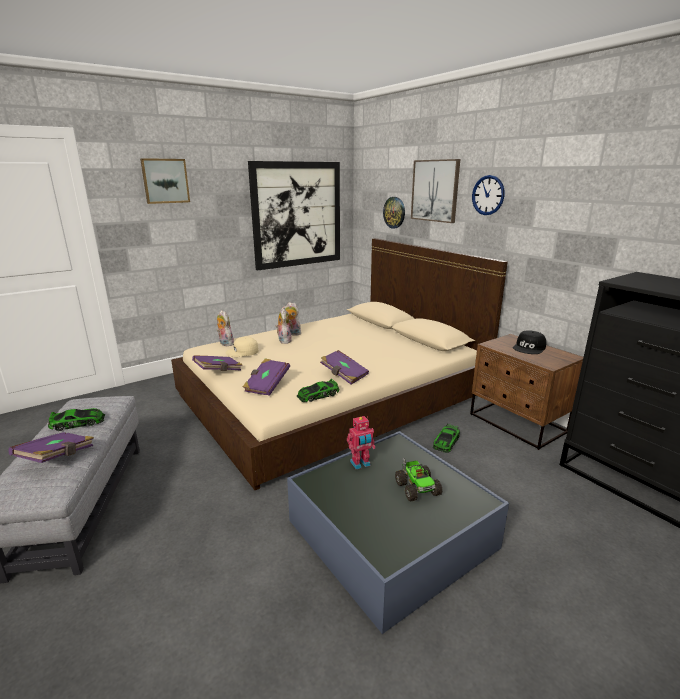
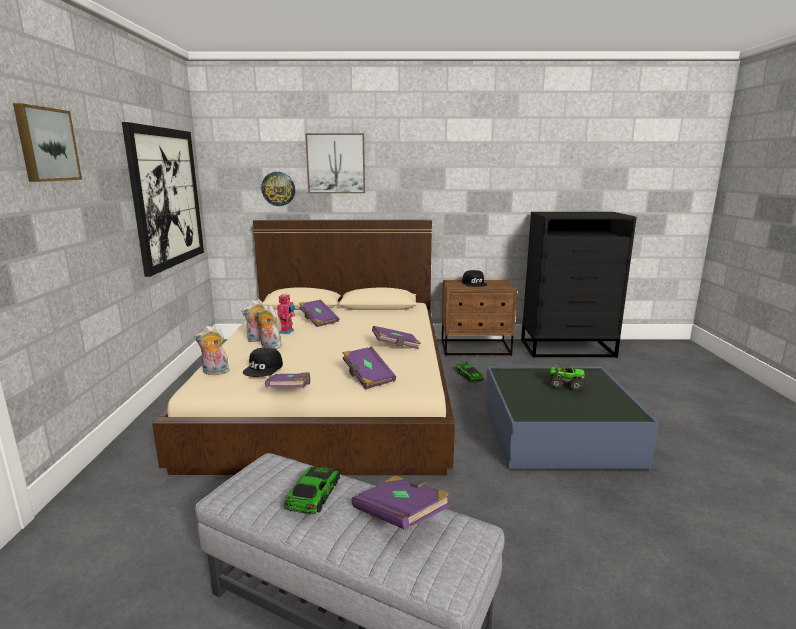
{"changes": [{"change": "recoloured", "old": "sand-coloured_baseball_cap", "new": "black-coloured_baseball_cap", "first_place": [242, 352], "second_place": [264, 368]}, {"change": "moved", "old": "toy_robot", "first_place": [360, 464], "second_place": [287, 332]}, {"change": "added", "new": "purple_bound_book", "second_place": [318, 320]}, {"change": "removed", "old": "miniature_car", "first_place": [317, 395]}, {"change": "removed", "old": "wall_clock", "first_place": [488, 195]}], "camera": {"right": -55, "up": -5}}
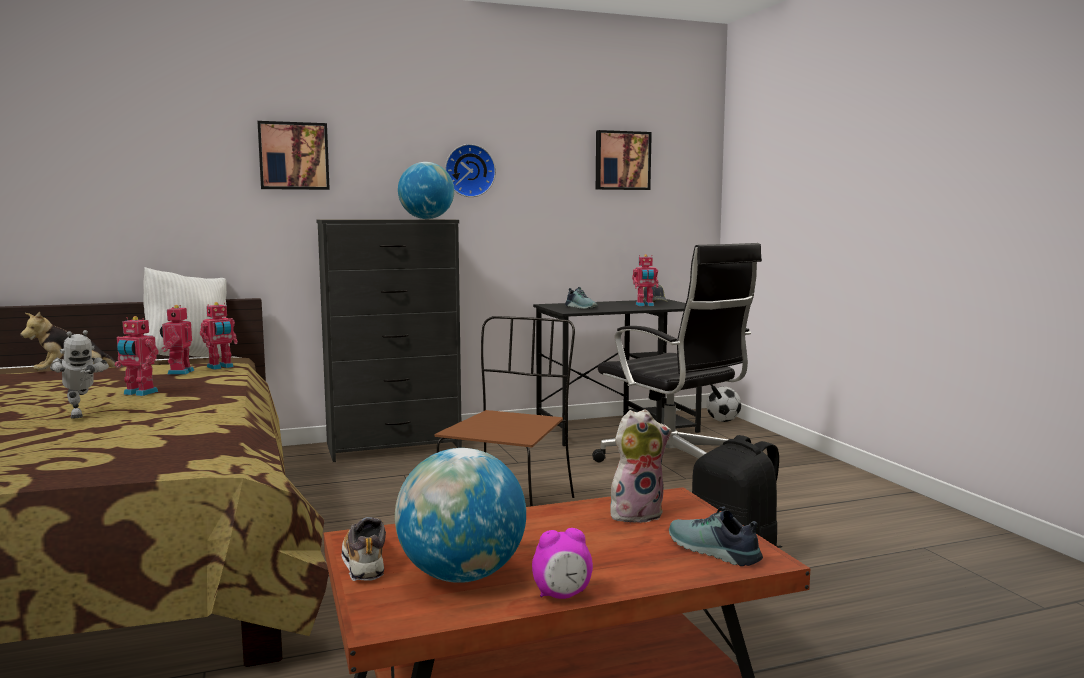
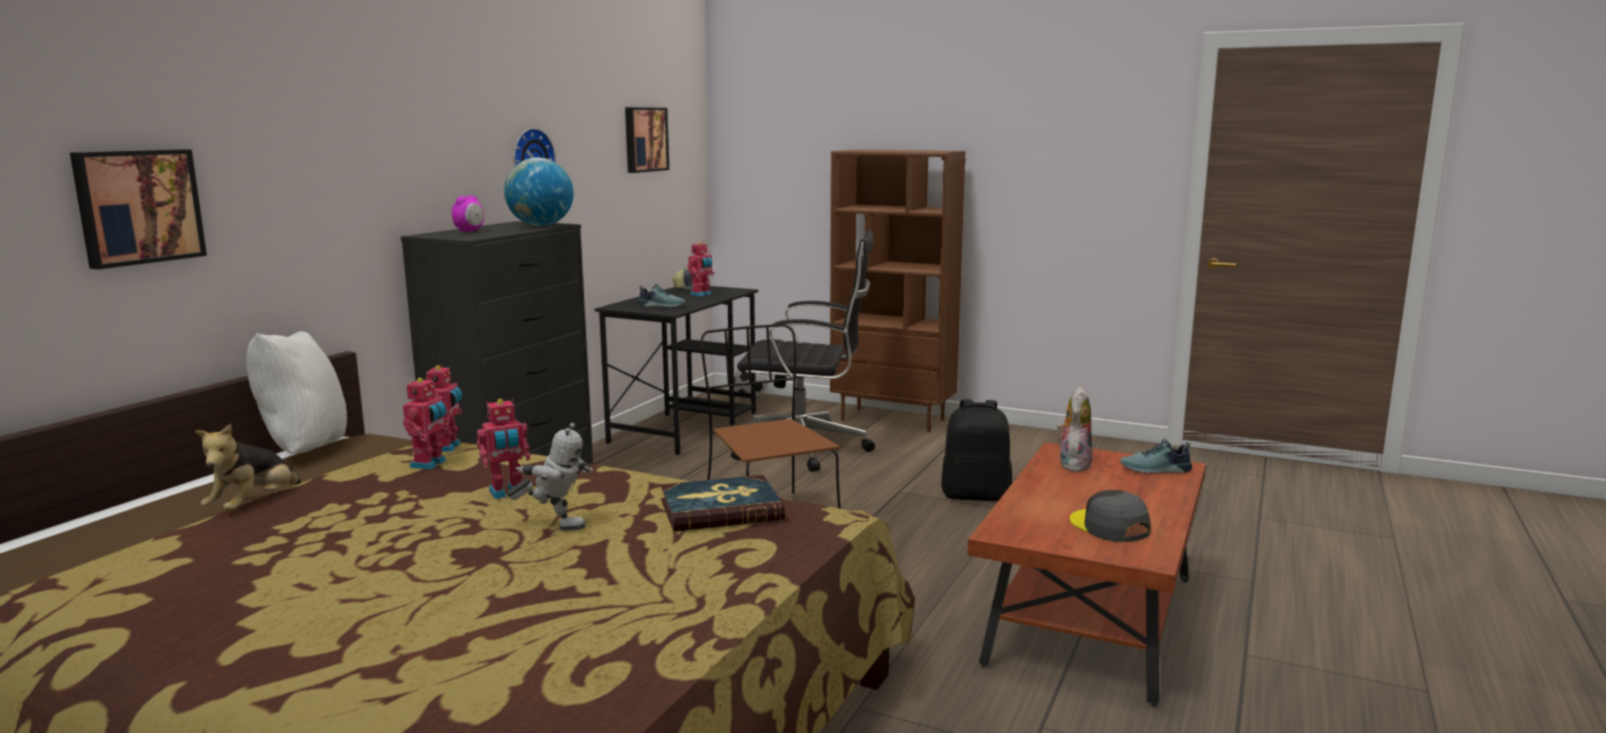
{"changes": [{"change": "moved", "old": "wall_art", "first_place": [293, 156], "second_place": [137, 206]}, {"change": "turned", "old": "toy_robot", "first_place": [179, 372], "second_place": [430, 464], "degrees": -120}, {"change": "moved", "old": "table_clock", "first_place": [562, 595], "second_place": [469, 231]}, {"change": "added", "new": "bound_book", "second_place": [721, 509]}, {"change": "added", "new": "brownish_bookshelf", "second_place": [894, 420]}, {"change": "replaced", "old": "globe", "new": "grey_baseball_cap", "first_place": [462, 576], "second_place": [1109, 526]}, {"change": "removed", "old": "item_of_footwear", "first_place": [365, 562]}], "camera": {"right": -45, "up": 5}}
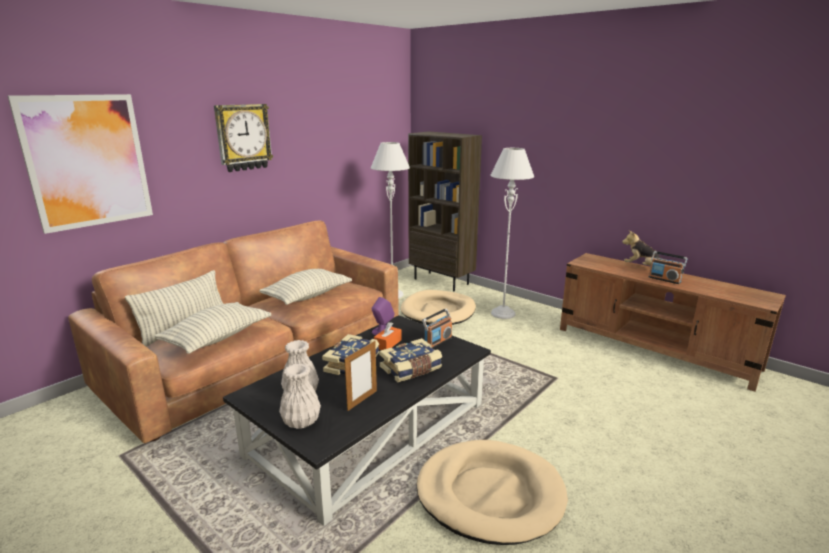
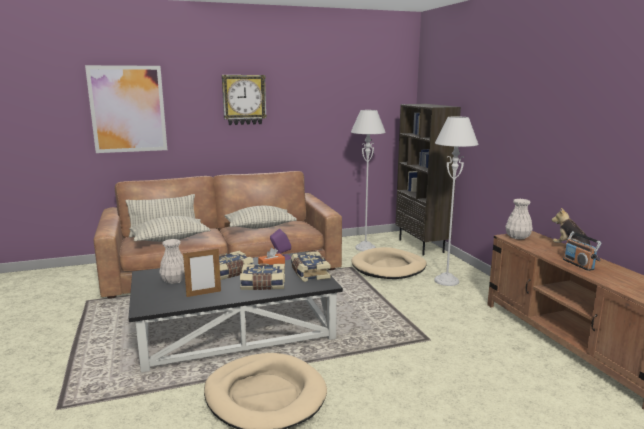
{"changes": [{"change": "replaced", "old": "radio", "new": "bound_book", "first_place": [437, 342], "second_place": [309, 273]}, {"change": "moved", "old": "whitish_flower_vase", "first_place": [300, 421], "second_place": [517, 237]}], "camera": {"right": 30, "up": -5}}
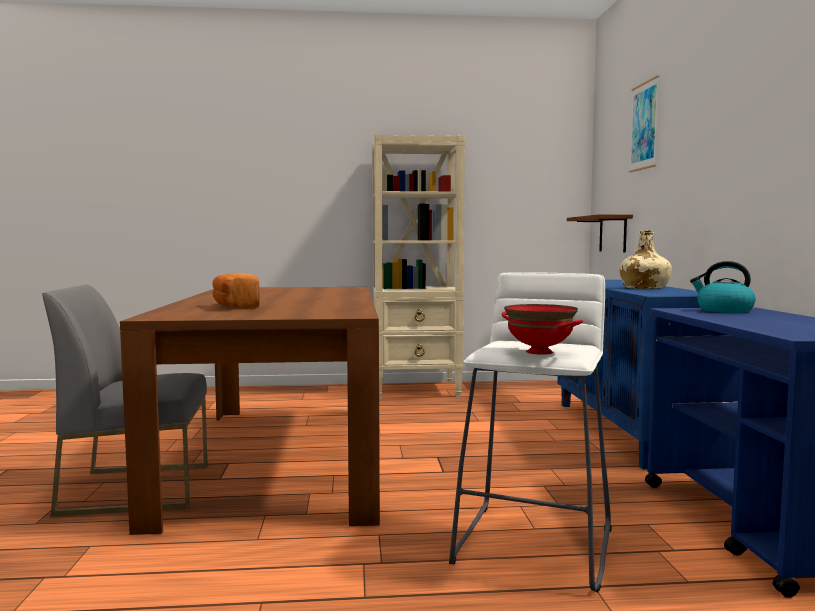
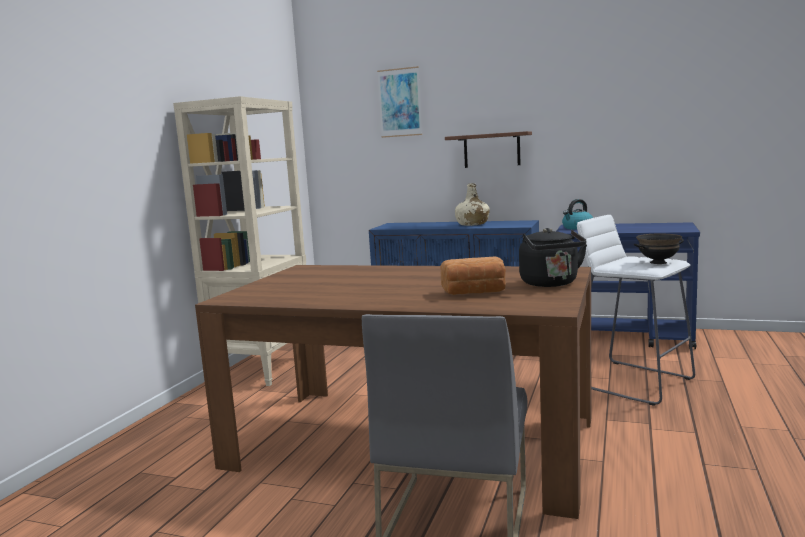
{"changes": [{"change": "moved", "old": "brownish_bracket_shelf", "first_place": [613, 234], "second_place": [491, 150]}, {"change": "added", "new": "black-coloured_tea_kettle", "second_place": [551, 284]}, {"change": "recoloured", "old": "red-coloured_deep_dish", "new": "black-coloured_deep_dish", "first_place": [540, 352], "second_place": [658, 262]}], "camera": {"right": -65, "up": 5}}
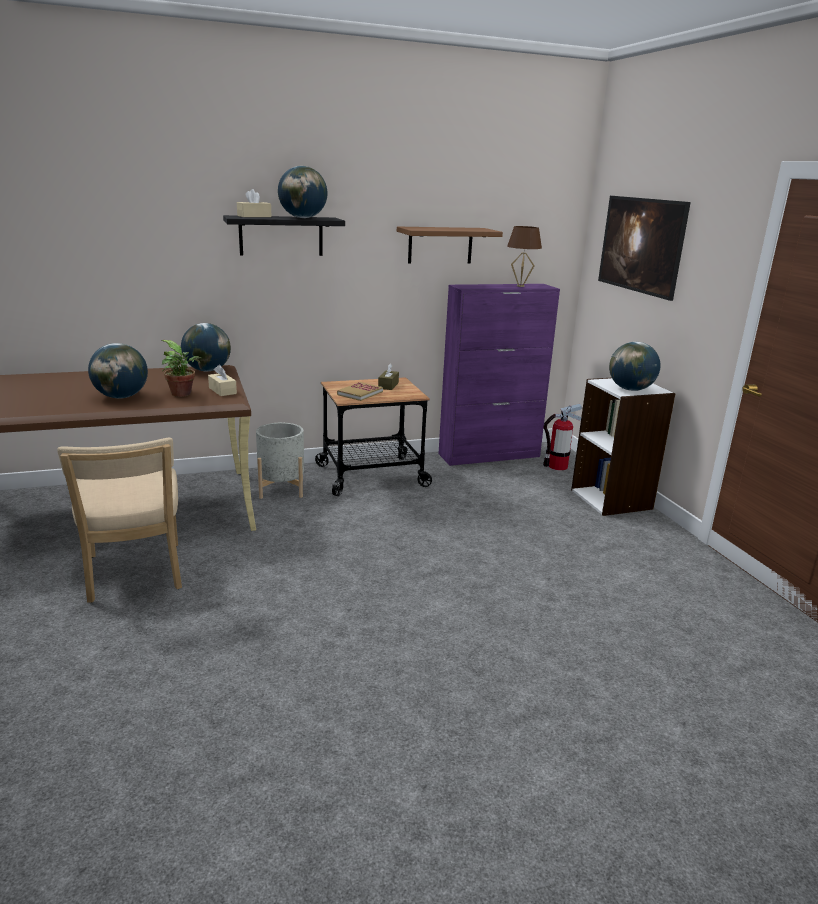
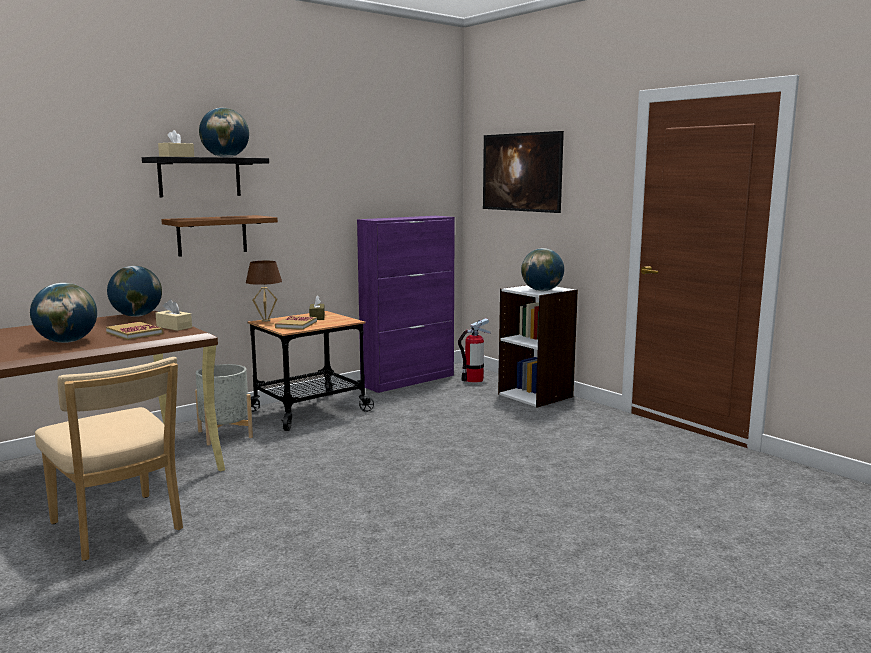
{"changes": [{"change": "replaced", "old": "houseplant", "new": "bound_book", "first_place": [183, 394], "second_place": [135, 333]}, {"change": "moved", "old": "brownish_bracket_shelf", "first_place": [440, 245], "second_place": [212, 235]}, {"change": "moved", "old": "brownish_tabletop_lamp", "first_place": [520, 286], "second_place": [265, 320]}], "camera": {"right": -20, "up": -10}}
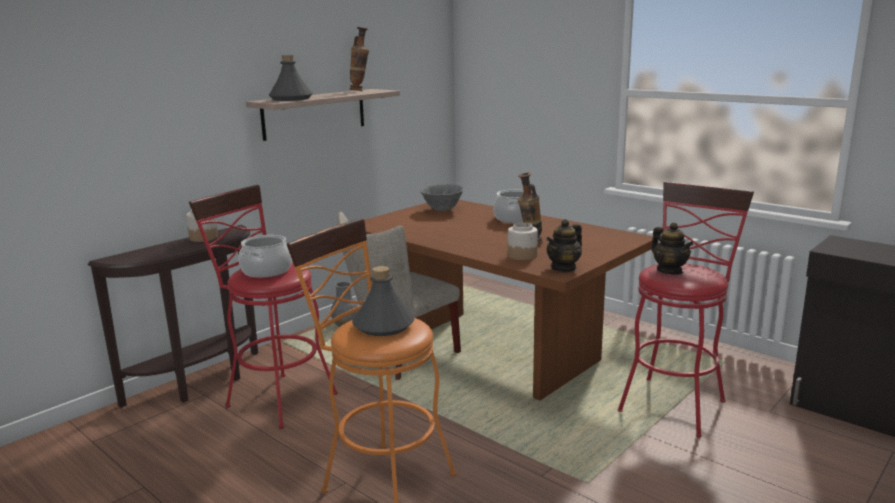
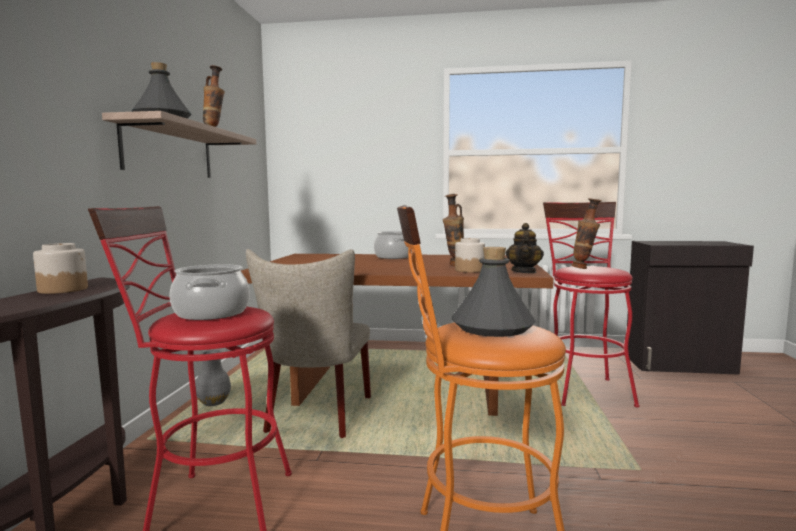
{"changes": [{"change": "replaced", "old": "pot_for_tea", "new": "flower_vase", "first_place": [669, 271], "second_place": [584, 268]}, {"change": "removed", "old": "grey_deep_dish", "first_place": [442, 210]}], "camera": {"right": -35, "up": -10}}
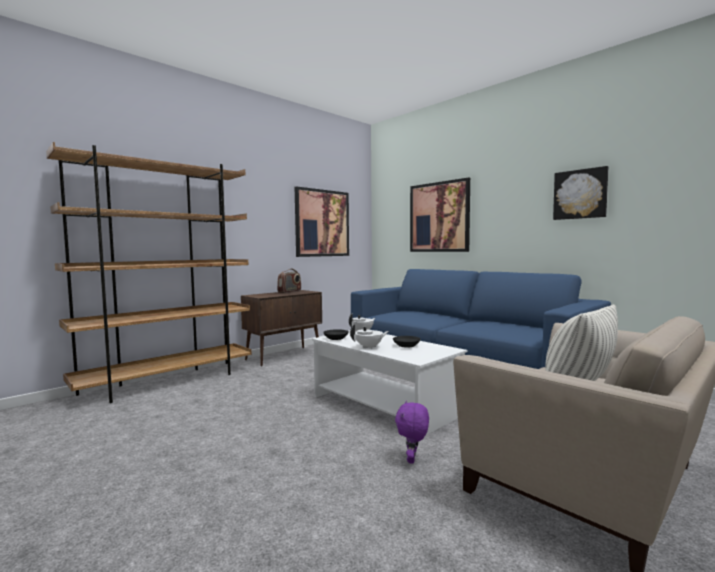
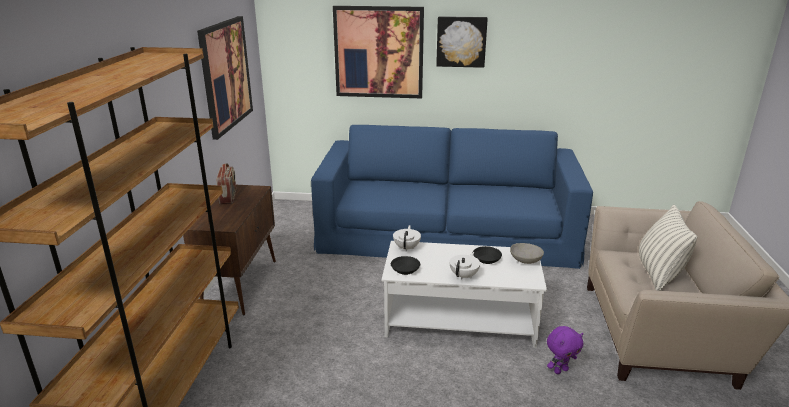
{"changes": [{"change": "moved", "old": "wall_art", "first_place": [580, 194], "second_place": [461, 41]}, {"change": "added", "new": "grey_deep_dish", "second_place": [525, 260]}, {"change": "turned", "old": "purple_soft_toy", "first_place": [412, 459], "second_place": [560, 370], "degrees": -90}], "camera": {"right": -40, "up": 20}}
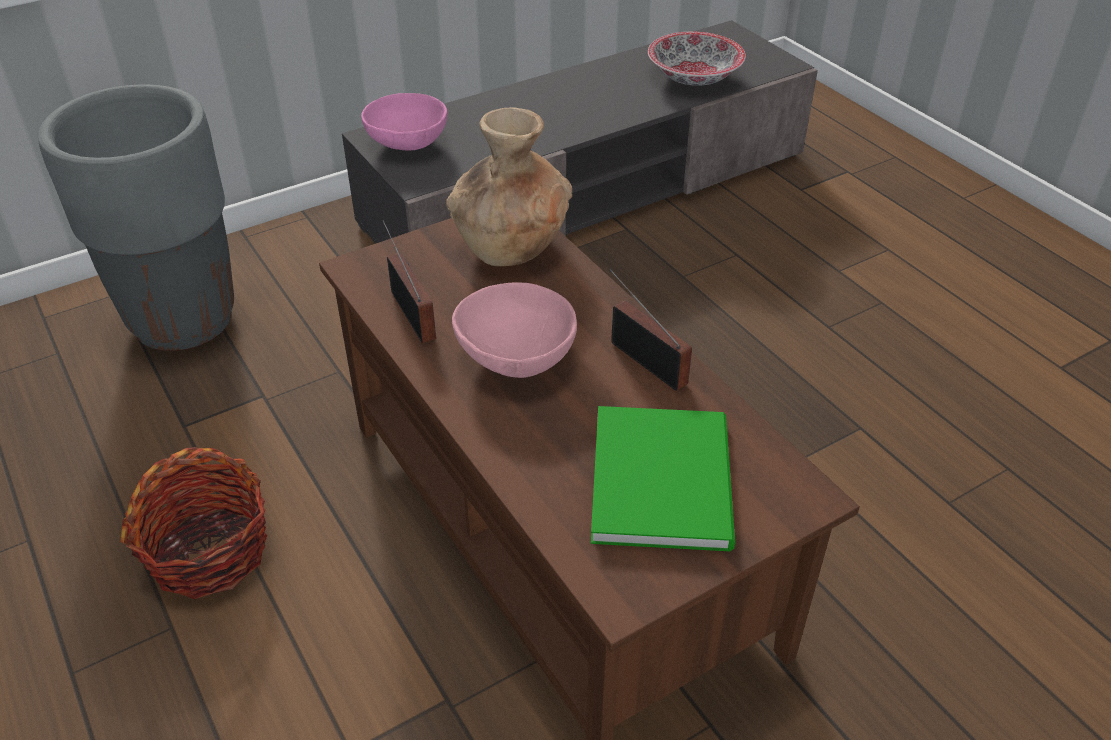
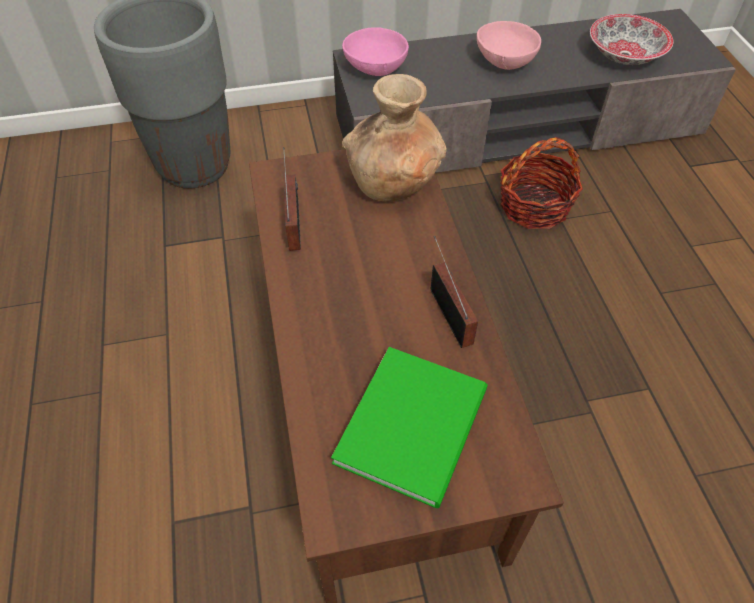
{"changes": [{"change": "moved", "old": "pink-coloured_deep_dish", "first_place": [517, 359], "second_place": [505, 62]}, {"change": "moved", "old": "storage_basket", "first_place": [209, 552], "second_place": [534, 206]}], "camera": {"right": 20, "up": 10}}
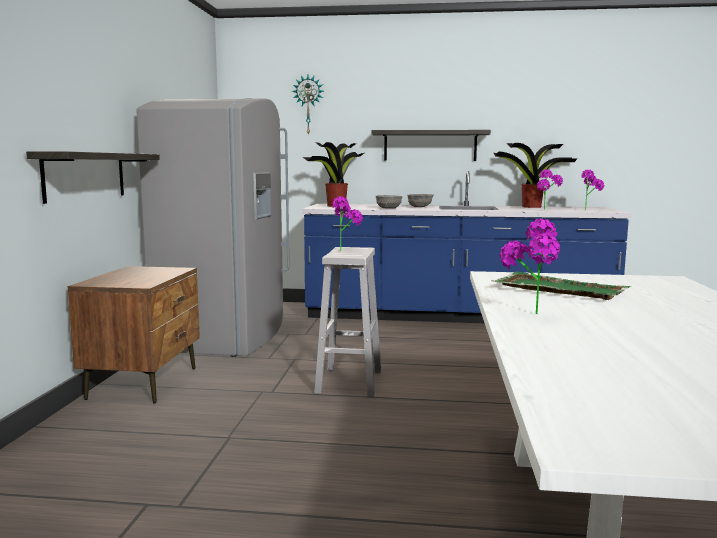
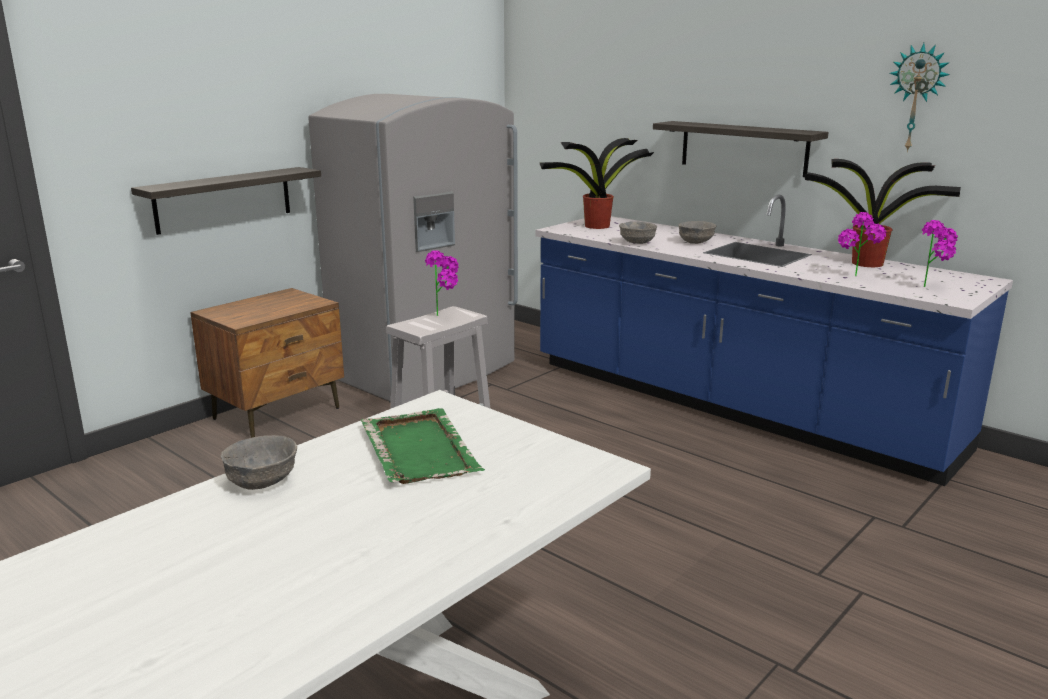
{"changes": [{"change": "replaced", "old": "houseplant", "new": "grey_deep_dish", "first_place": [530, 315], "second_place": [262, 482]}, {"change": "moved", "old": "wall_clock", "first_place": [308, 105], "second_place": [916, 98]}], "camera": {"right": 35, "up": 10}}
